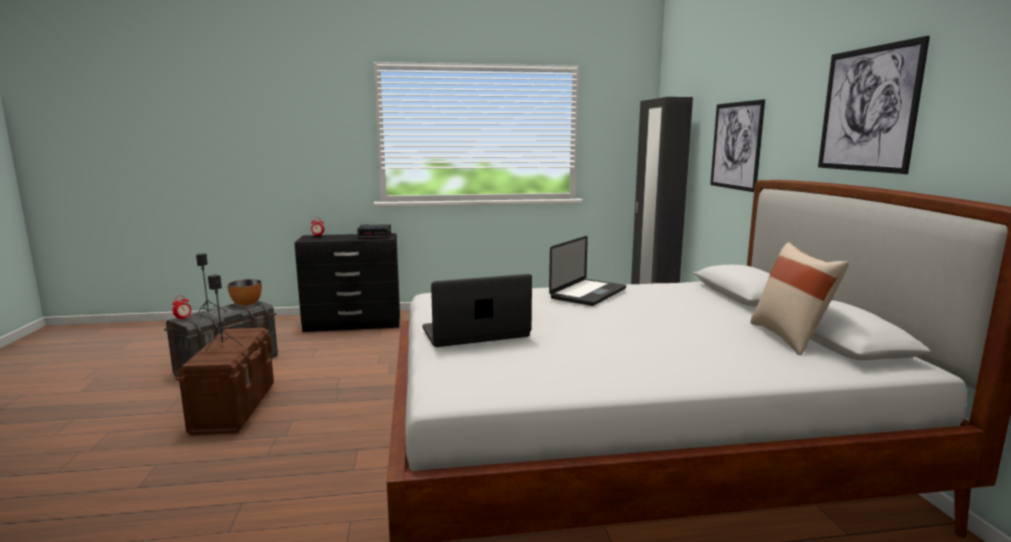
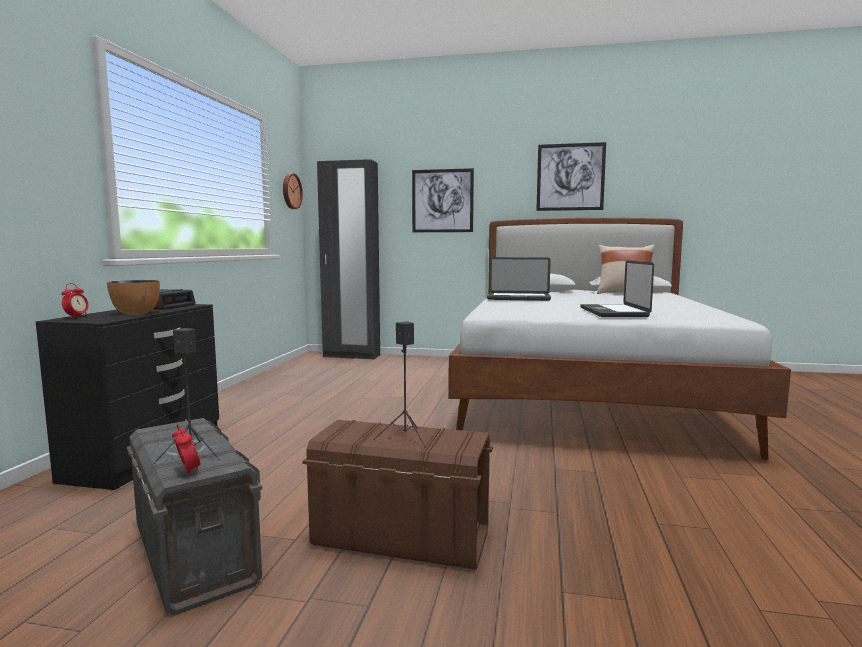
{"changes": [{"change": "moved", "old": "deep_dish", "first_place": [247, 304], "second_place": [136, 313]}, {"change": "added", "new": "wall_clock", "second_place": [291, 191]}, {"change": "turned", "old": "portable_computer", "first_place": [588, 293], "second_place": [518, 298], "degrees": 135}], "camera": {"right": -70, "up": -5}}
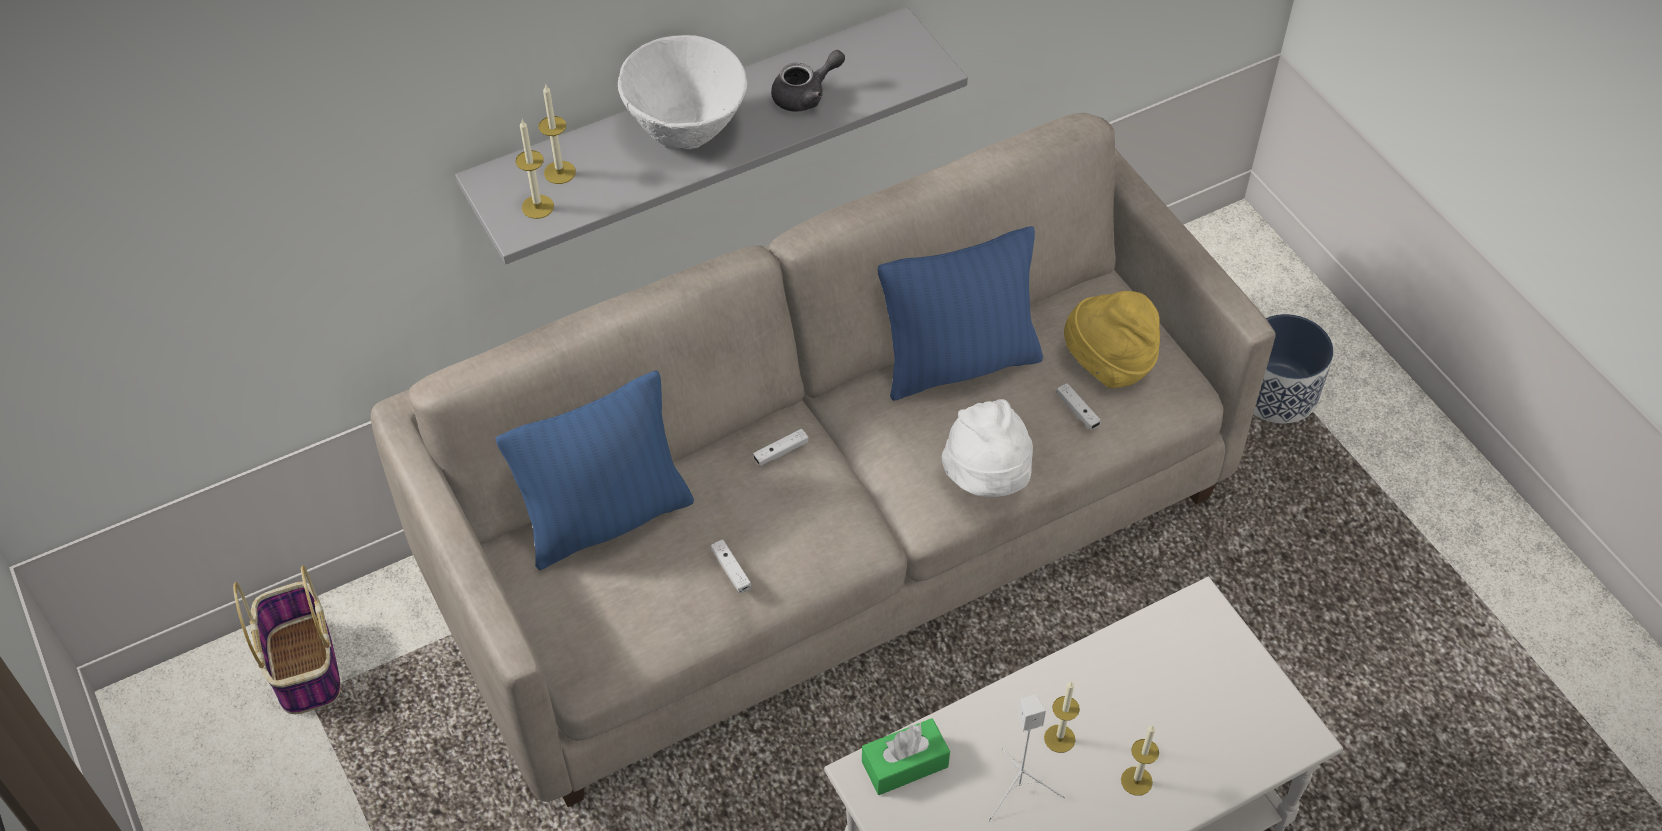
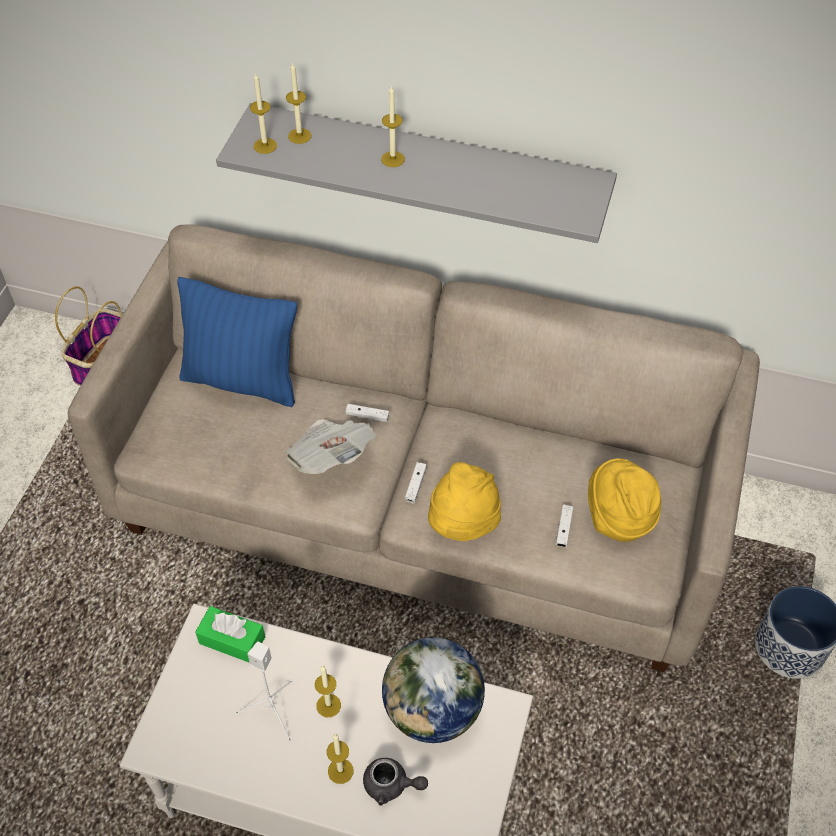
{"changes": [{"change": "added", "new": "daily_paper", "second_place": [330, 457]}, {"change": "moved", "old": "grey_pot_for_tea", "first_place": [806, 95], "second_place": [391, 785]}, {"change": "replaced", "old": "whitish_deep_dish", "new": "candle", "first_place": [686, 132], "second_place": [393, 159]}, {"change": "added", "new": "globe", "second_place": [432, 711]}, {"change": "moved", "old": "whitish_joypad", "first_place": [731, 570], "second_place": [415, 485]}, {"change": "recoloured", "old": "whitish_wearable_hat", "new": "yellow-coloured_wearable_hat", "first_place": [987, 478], "second_place": [462, 523]}, {"change": "removed", "old": "bluish_pillow", "first_place": [959, 364]}], "camera": {"right": 45, "up": 0}}
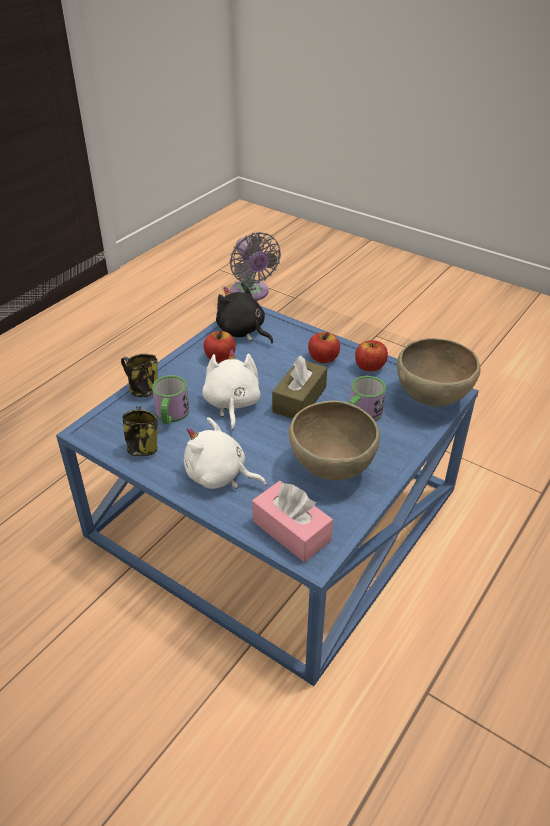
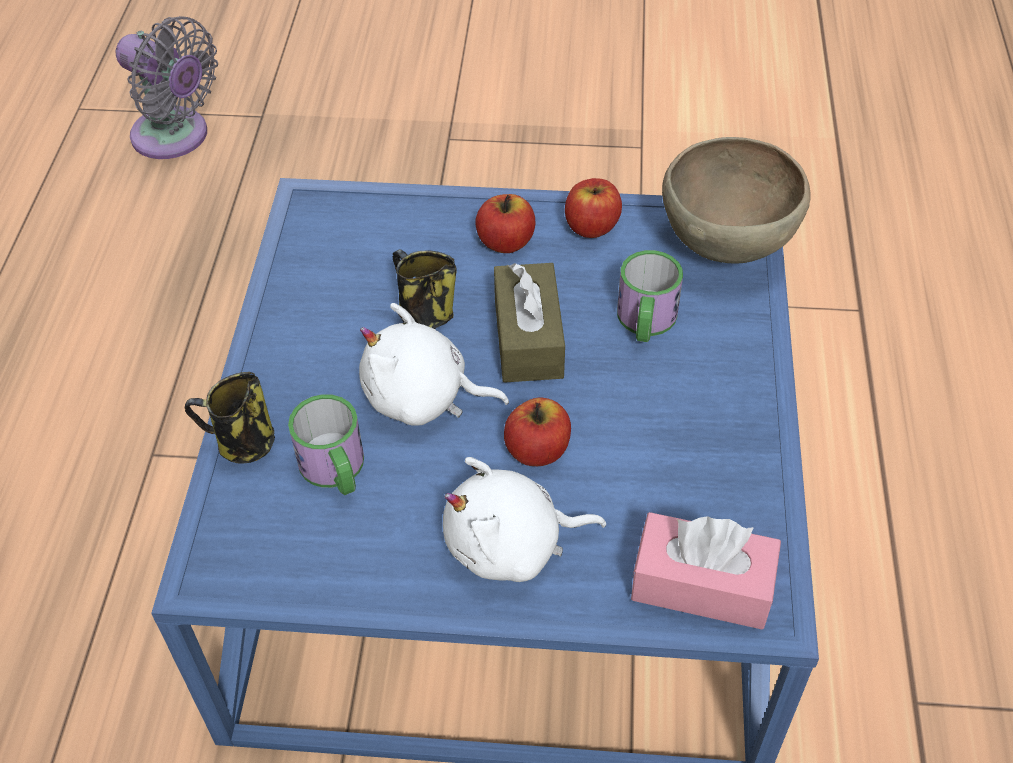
{"changes": [{"change": "turned", "old": "whitish_soft_toy", "first_place": [231, 404], "second_place": [423, 398], "degrees": -45}, {"change": "moved", "old": "mug", "first_place": [142, 447], "second_place": [424, 314]}, {"change": "moved", "old": "apple", "first_place": [220, 357], "second_place": [537, 450]}, {"change": "removed", "old": "black-coloured_soft_toy", "first_place": [243, 331]}, {"change": "removed", "old": "brownish_deep_dish", "first_place": [331, 468]}], "camera": {"right": -30, "up": 10}}
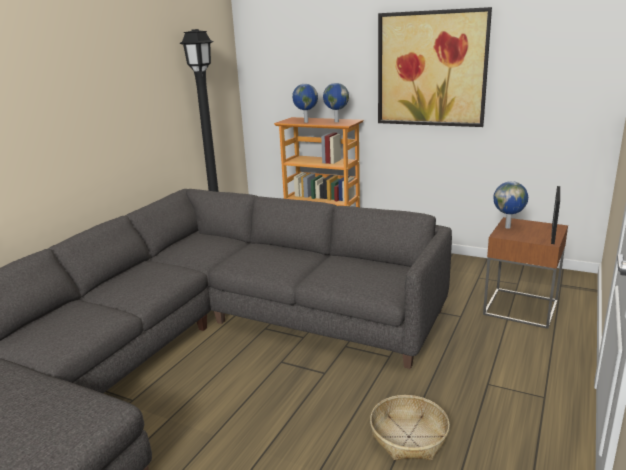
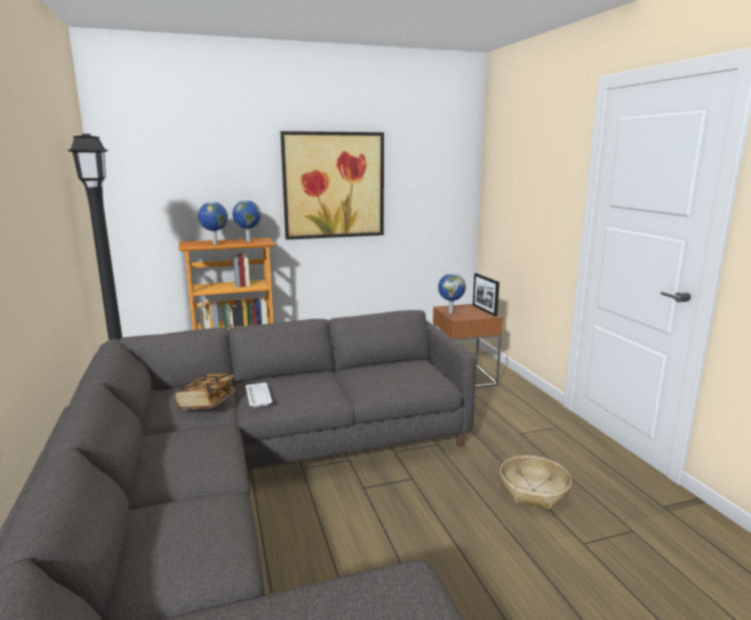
{"changes": [{"change": "added", "new": "bound_book", "second_place": [207, 403]}, {"change": "added", "new": "whitish_serving_tray", "second_place": [258, 397]}], "camera": {"right": -45, "up": -5}}
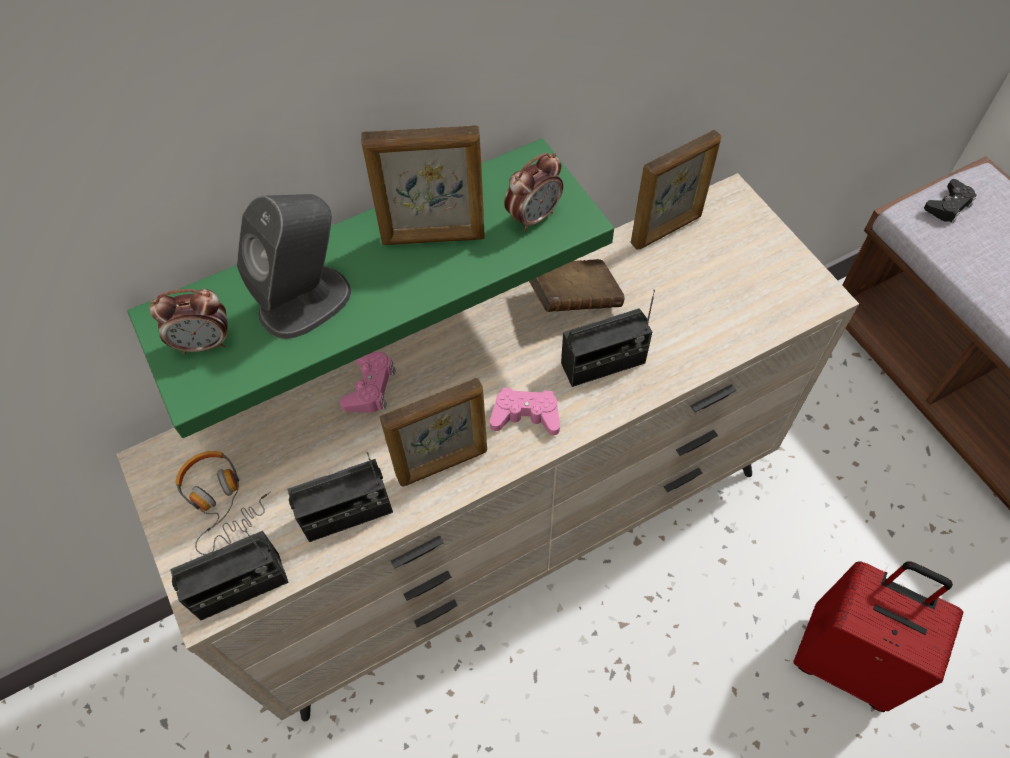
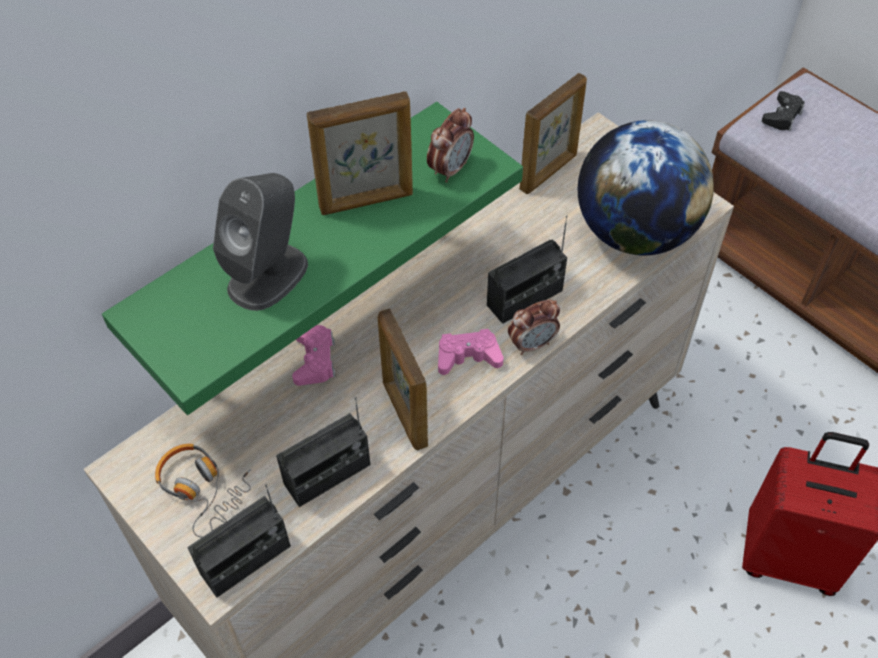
{"changes": [{"change": "turned", "old": "photo_frame", "first_place": [443, 464], "second_place": [404, 414], "degrees": 105}, {"change": "moved", "old": "table_clock", "first_place": [205, 343], "second_place": [532, 344]}, {"change": "added", "new": "globe", "second_place": [635, 232]}, {"change": "removed", "old": "brownish_bound_book", "first_place": [574, 299]}], "camera": {"right": -15, "up": -5}}
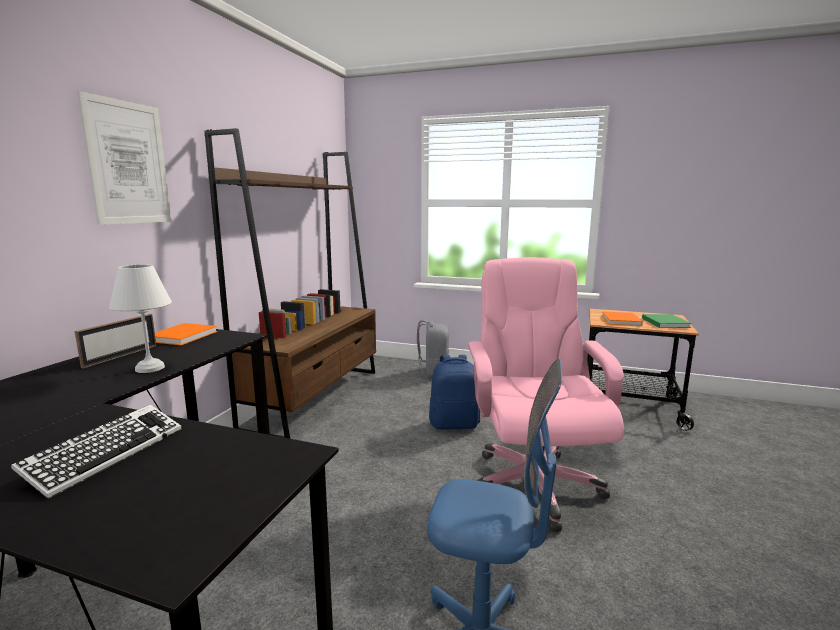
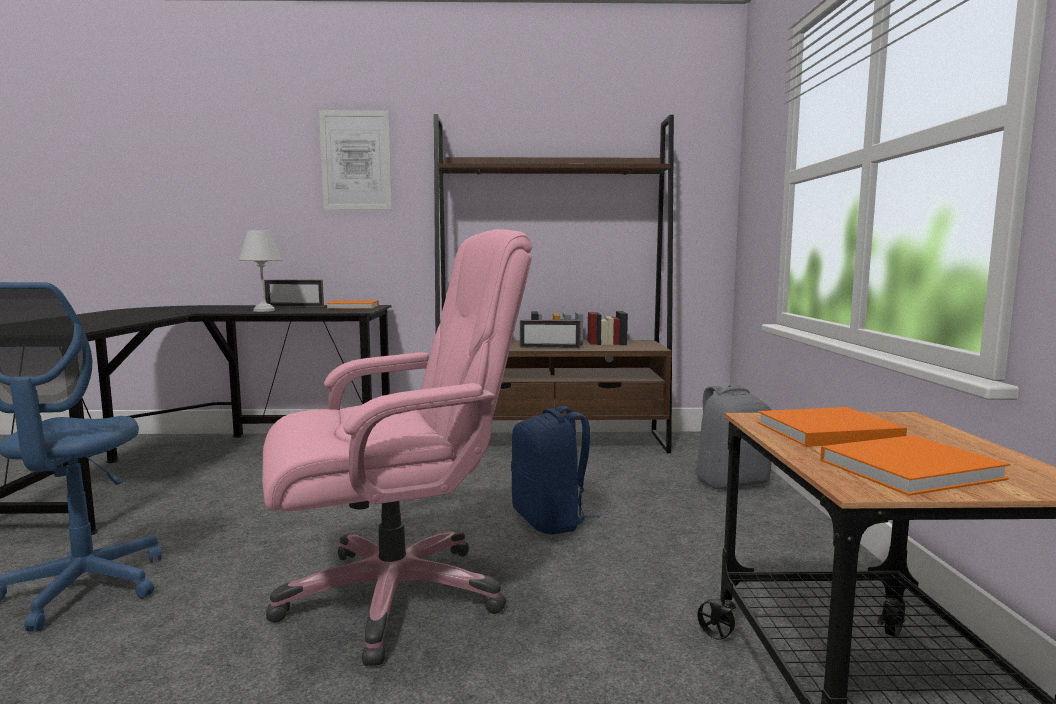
{"changes": [{"change": "added", "new": "photo_frame", "second_place": [549, 348]}, {"change": "recoloured", "old": "greenish_bound_book", "new": "orange_bound_book", "first_place": [664, 322], "second_place": [913, 469]}, {"change": "removed", "old": "computer_keyboard", "first_place": [107, 454]}], "camera": {"right": 70, "up": -5}}
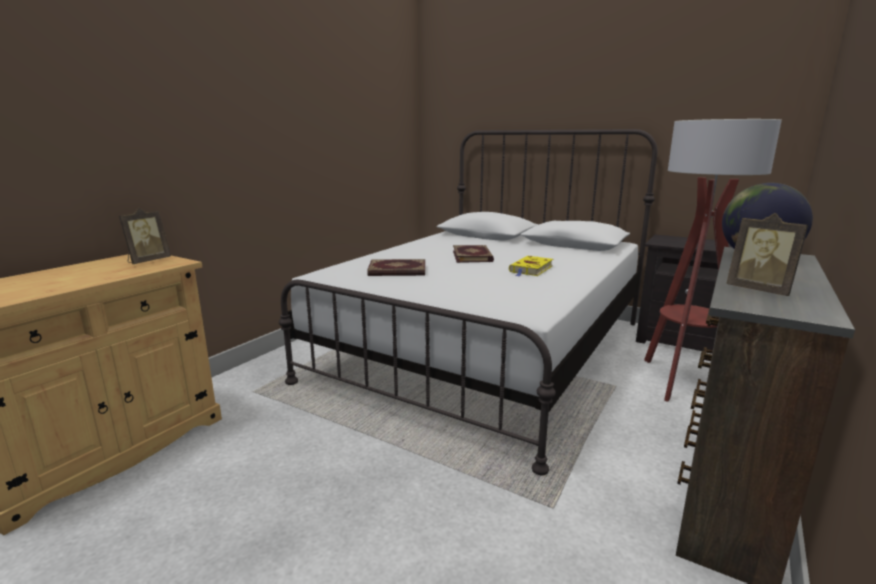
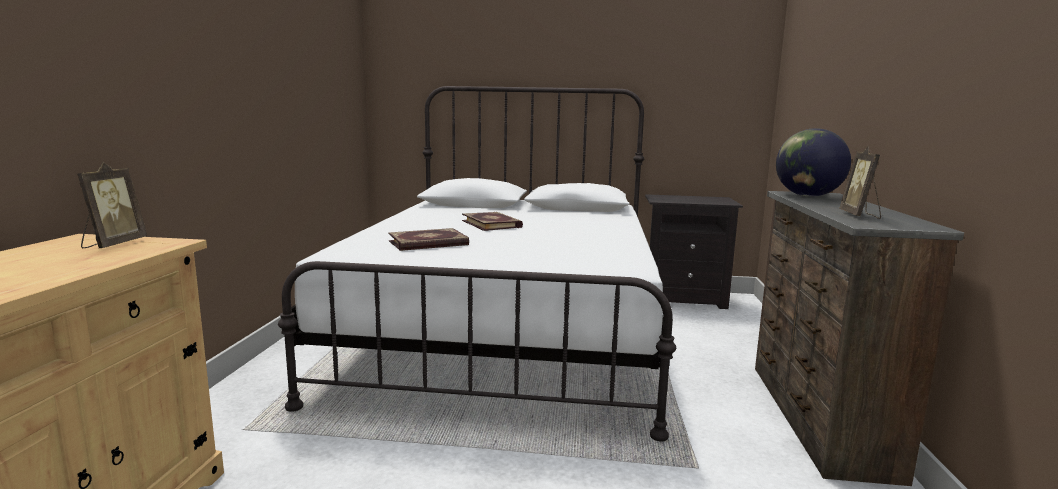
{"changes": [{"change": "turned", "old": "photo_frame", "first_place": [760, 290], "second_place": [860, 215], "degrees": 75}, {"change": "removed", "old": "yellow-coloured_bound_book", "first_place": [531, 269]}, {"change": "removed", "old": "floor_lamp", "first_place": [681, 381]}], "camera": {"right": -25, "up": -5}}
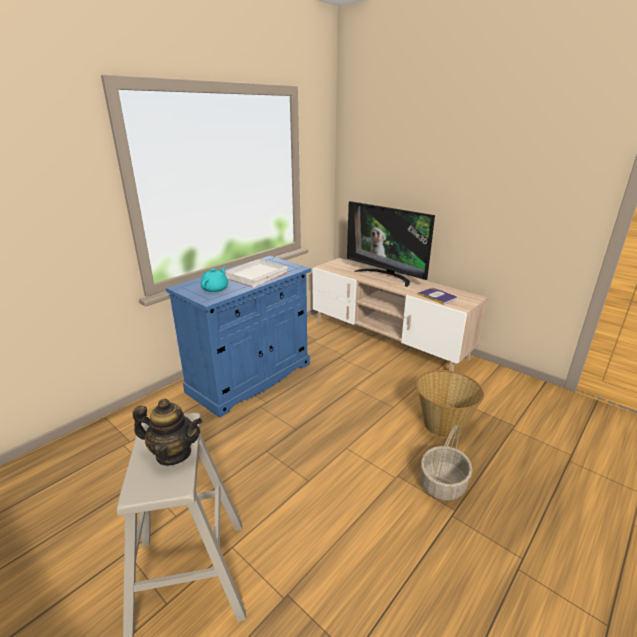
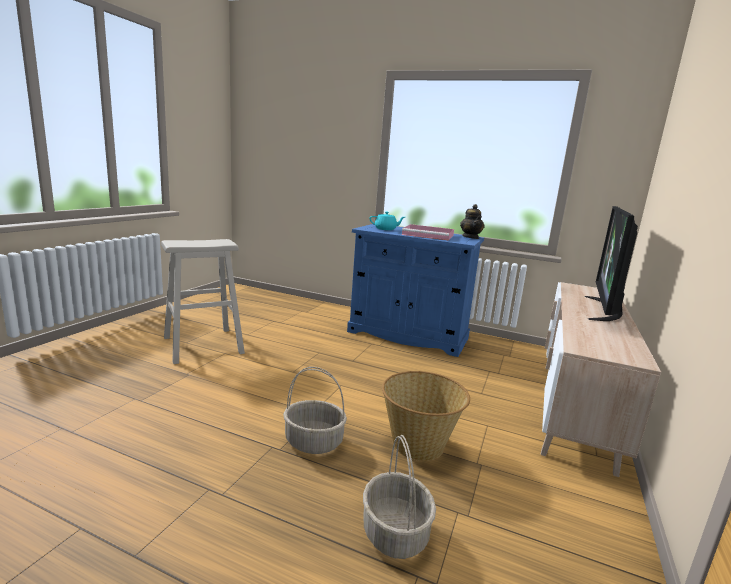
{"changes": [{"change": "added", "new": "storage_basket", "second_place": [396, 533]}, {"change": "recoloured", "old": "whitish_serving_tray", "new": "pink-coloured_serving_tray", "first_place": [257, 275], "second_place": [429, 235]}, {"change": "moved", "old": "pot_for_tea", "first_place": [173, 454], "second_place": [470, 237]}, {"change": "removed", "old": "bound_book", "first_place": [437, 296]}], "camera": {"right": 70, "up": -10}}
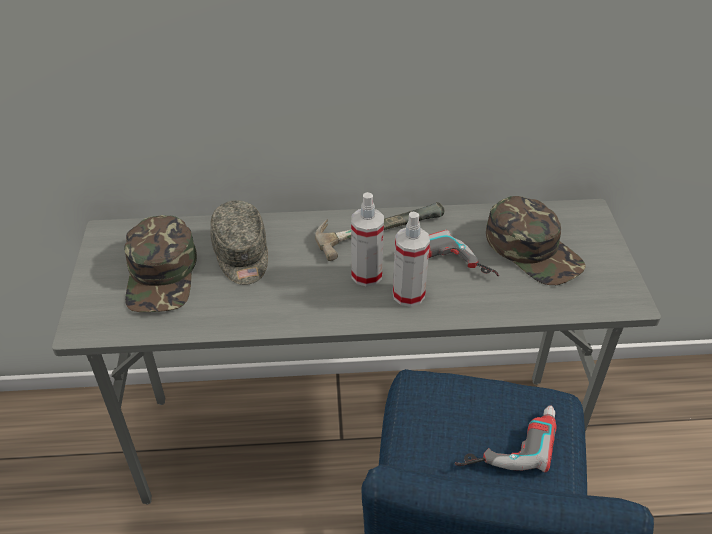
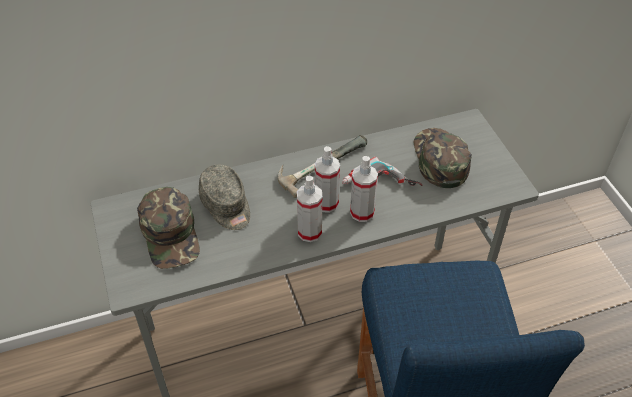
{"changes": [{"change": "added", "new": "hand_sprayer", "second_place": [309, 232]}, {"change": "turned", "old": "greenish_baseball_cap", "first_place": [533, 249], "second_place": [439, 159], "degrees": -135}, {"change": "removed", "old": "power_drill", "first_place": [506, 440]}], "camera": {"right": -15, "up": 5}}
